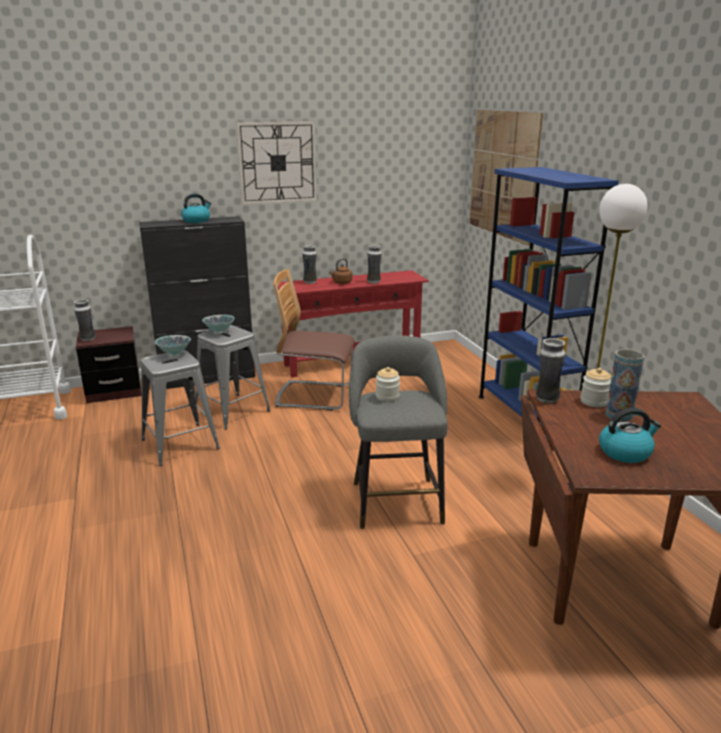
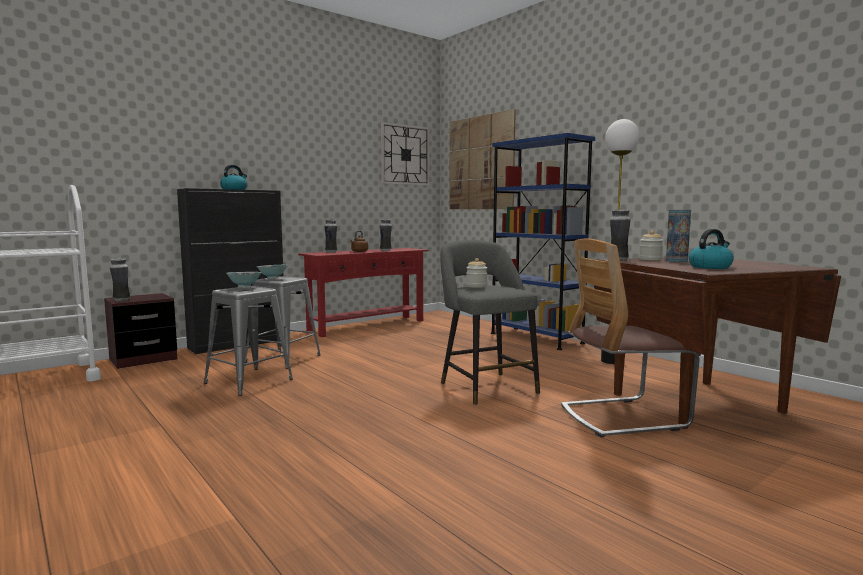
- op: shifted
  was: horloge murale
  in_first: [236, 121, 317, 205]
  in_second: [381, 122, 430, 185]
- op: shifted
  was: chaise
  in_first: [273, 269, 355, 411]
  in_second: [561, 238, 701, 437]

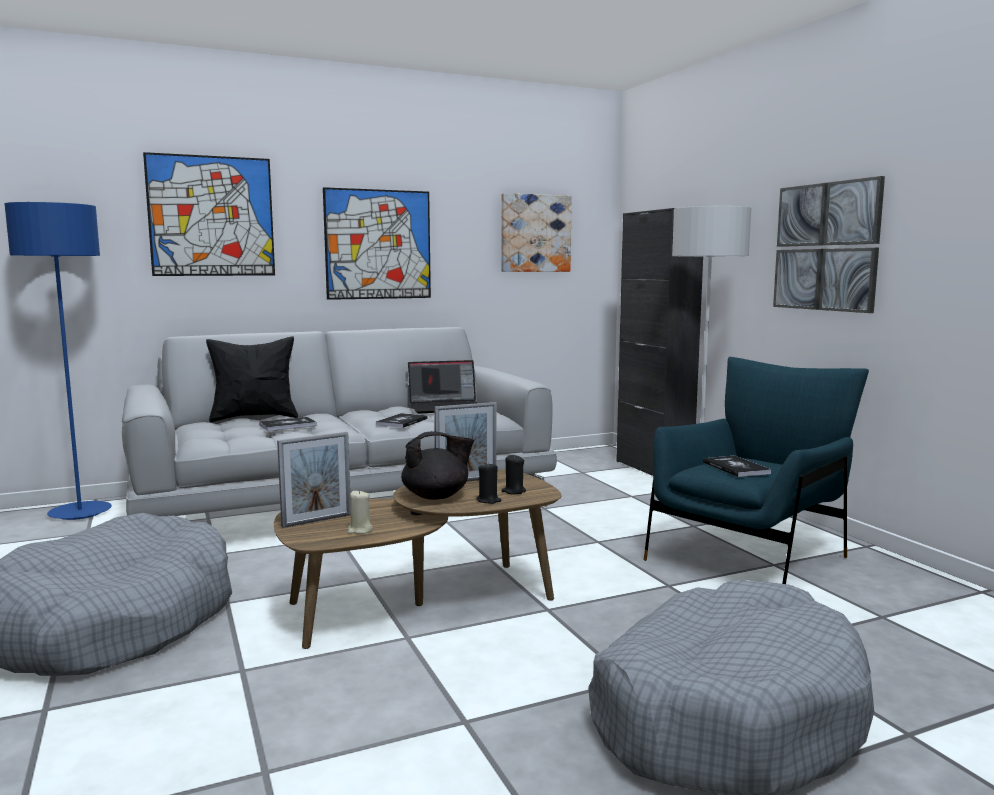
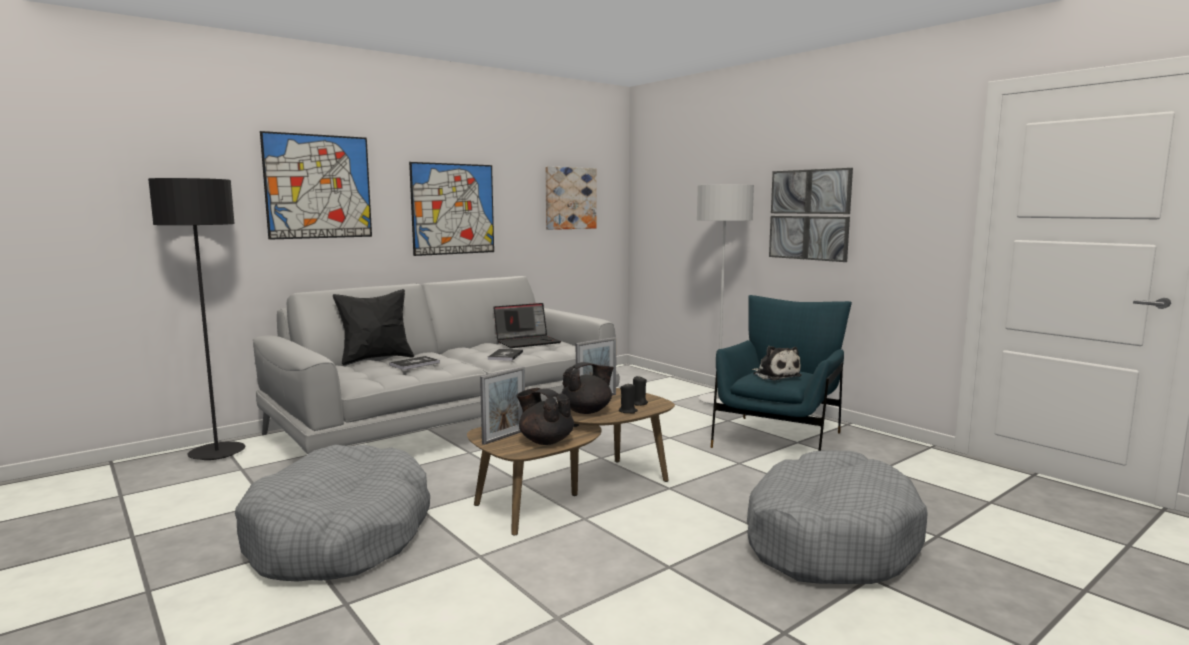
- op: gone
  was: meuble de rangement (noir)
  in_first: [616, 208, 703, 476]
- op: swapped
  was: bougie (beige)
  now: théière (noir)
  in_first: [348, 490, 373, 534]
  in_second: [517, 388, 574, 445]
- op: swapped
  was: livre
  now: peluche
  in_first: [703, 455, 771, 477]
  in_second: [752, 346, 802, 381]
- op: repainted
  was: lampadaire (bleu)
  now: lampadaire (noir)
  in_first: [4, 202, 112, 520]
  in_second: [148, 178, 245, 460]

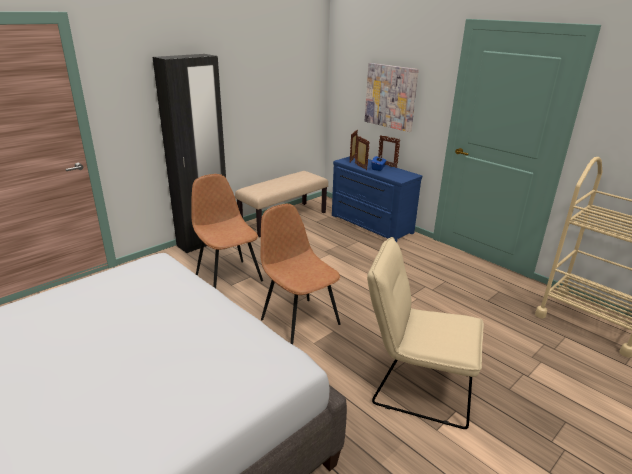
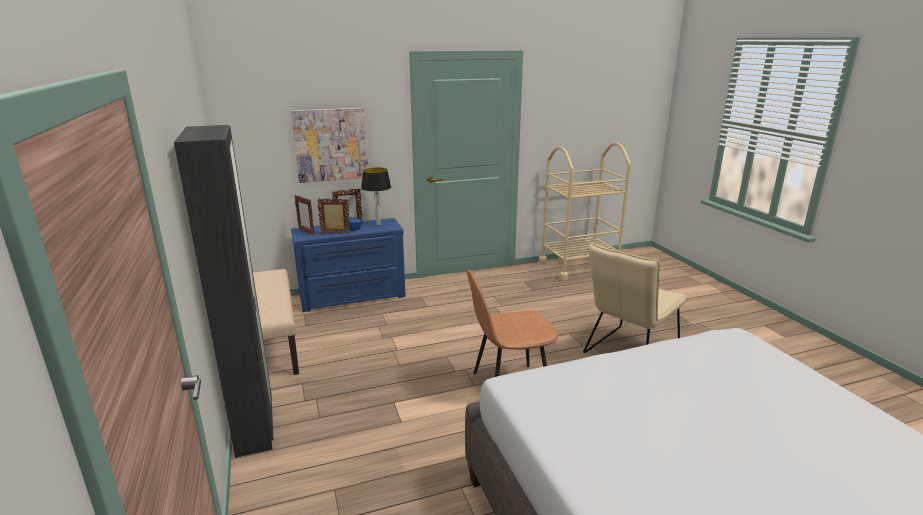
- op: gone
  was: chaise (marron)
  in_first: [191, 174, 263, 288]
- op: new
  now: lampe de table
  in_second: [361, 168, 391, 226]

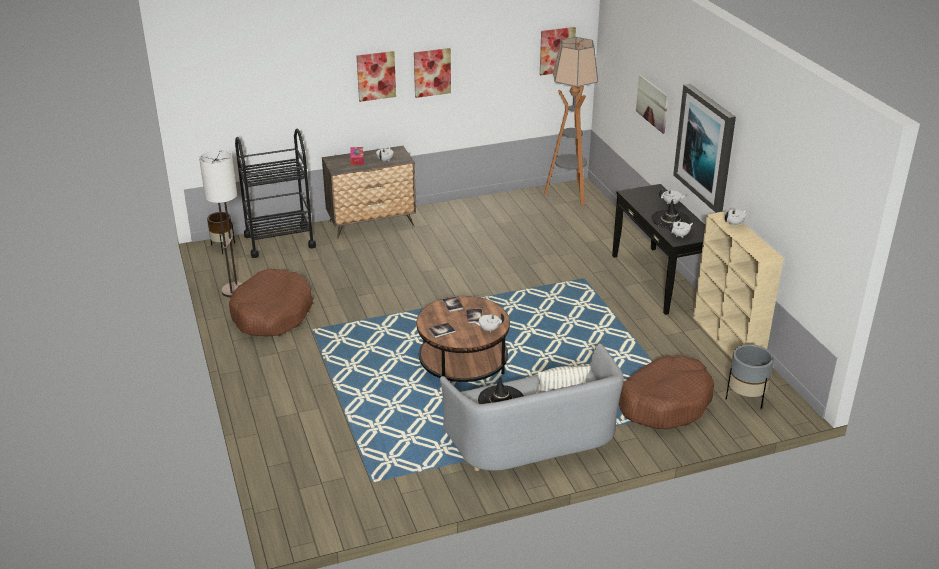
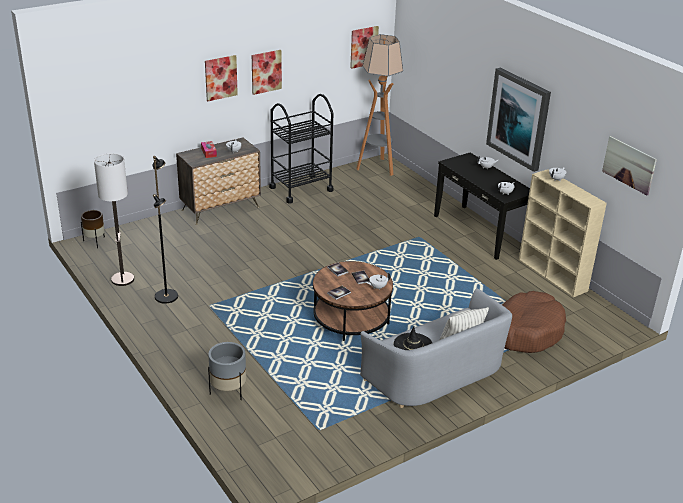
- op: gone
  was: chapeau (noir)
  in_first: [651, 200, 691, 229]
- op: shifted
  was: chariot (noir)
  in_first: [235, 129, 316, 258]
  in_second: [269, 94, 334, 204]
- op: shifted
  was: tableau
  in_first: [636, 75, 669, 134]
  in_second: [602, 136, 657, 195]
- op: shifted
  was: cache-pot (gris)
  in_first: [726, 344, 774, 409]
  in_second: [208, 342, 246, 400]
- op: swapped
  was: panier pour chien (marron)
  now: lampadaire (noir)
  in_first: [229, 269, 313, 337]
  in_second: [152, 156, 178, 304]

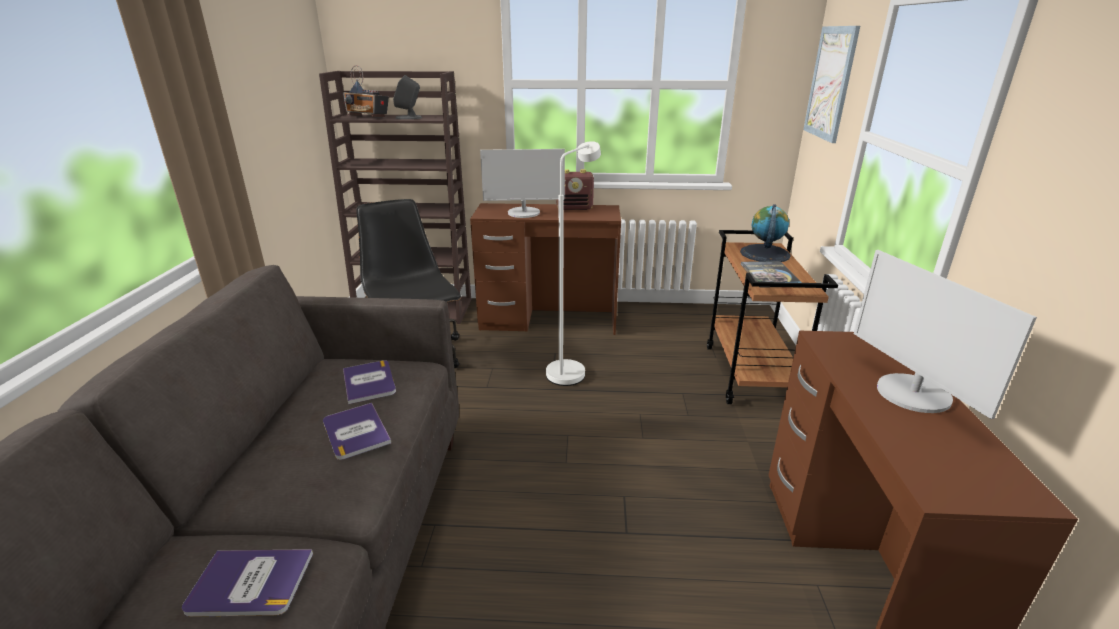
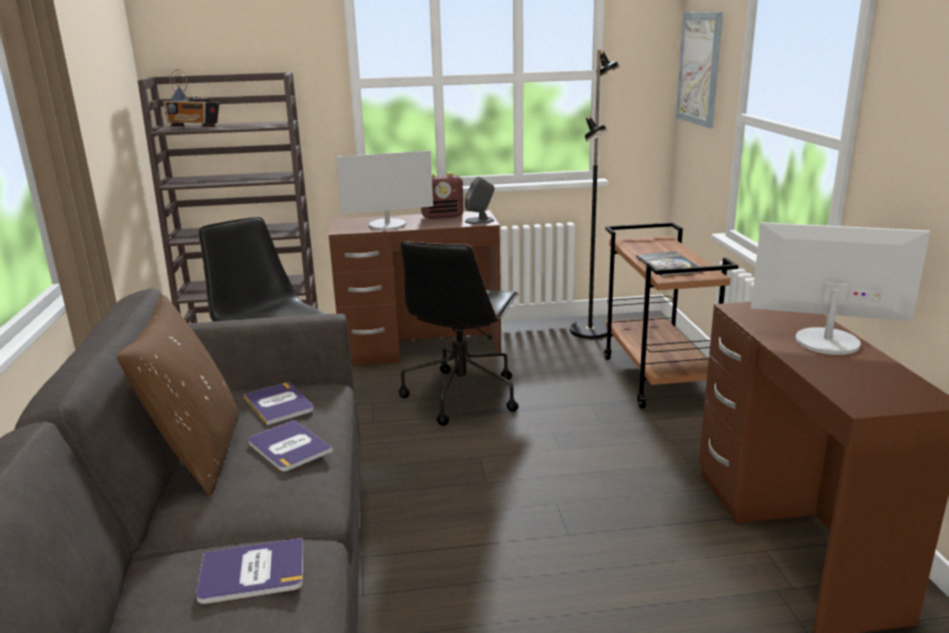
- op: gone
  was: globe
  in_first: [740, 204, 791, 262]
- op: new
  now: coussin (marron)
  in_second: [117, 295, 239, 496]
- op: new
  now: lampadaire (noir)
  in_second: [570, 50, 620, 339]
- op: shifted
  was: enceinte (gris)
  in_first: [393, 75, 422, 119]
  in_second: [465, 176, 495, 224]
- op: swapped
  was: lampadaire (blanc)
  now: chaise de bureau (noir)
  in_first: [546, 141, 601, 386]
  in_second: [399, 241, 519, 426]
- op: rotated
  was: écran d'ordinateur
  in_first: [854, 250, 1037, 419]
  in_second: [751, 222, 930, 355]
  clockwise: 135

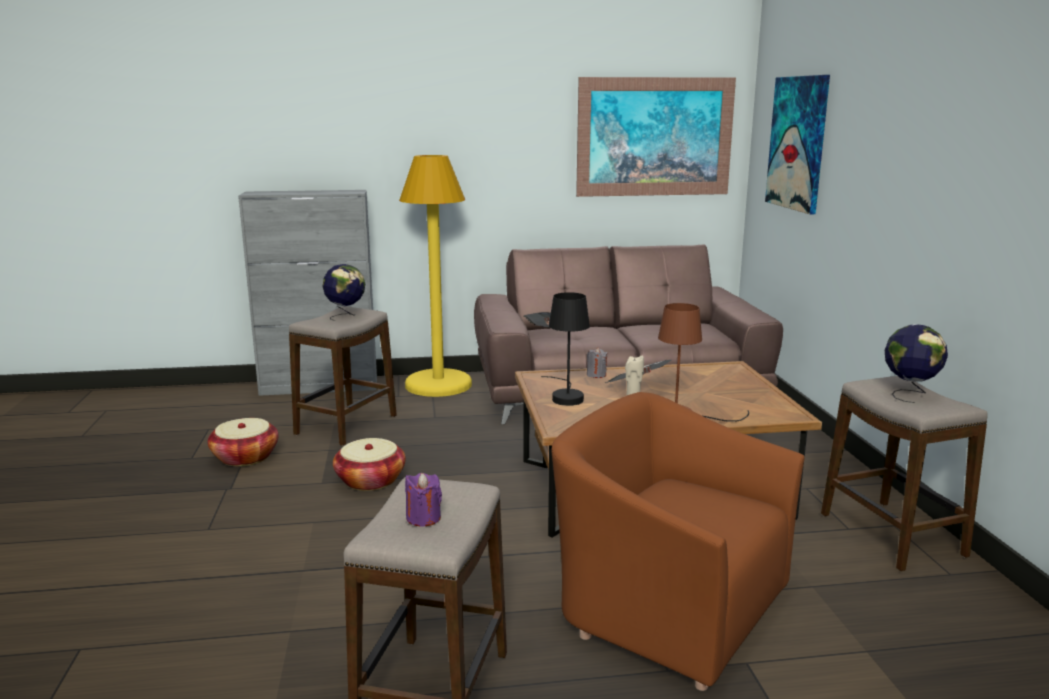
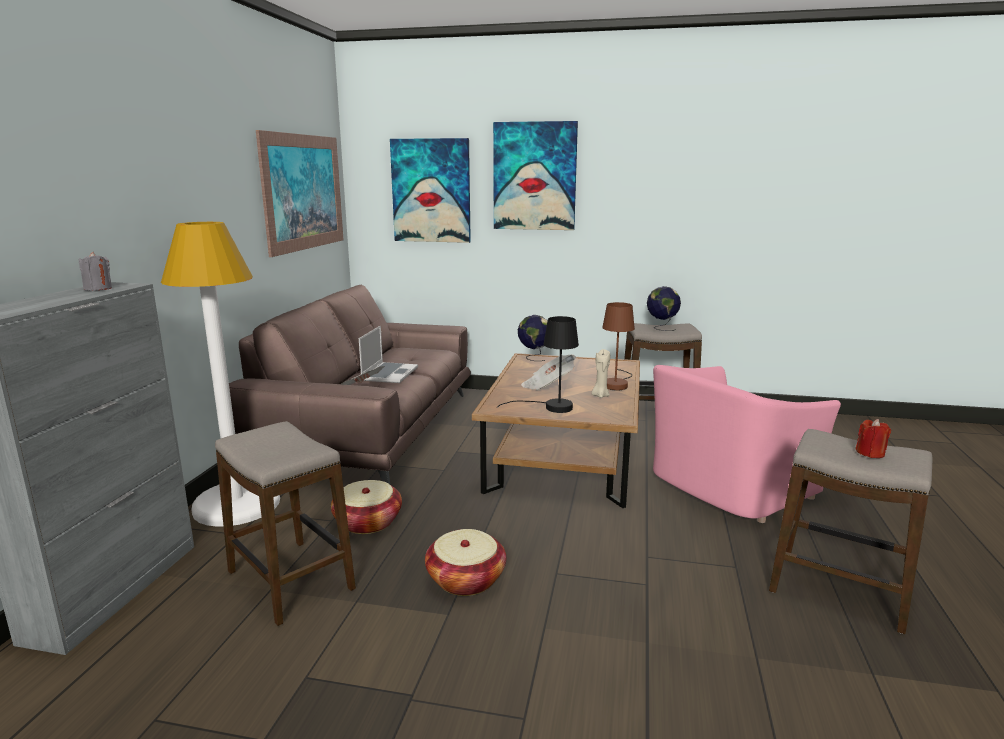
- op: new
  now: ordinateur portable
  in_second: [359, 326, 418, 383]
- op: new
  now: tableau
  in_second: [493, 121, 578, 230]
- op: shifted
  was: panier
  in_first: [208, 418, 279, 466]
  in_second: [331, 480, 402, 534]
- op: shifted
  was: globe
  in_first: [323, 264, 365, 321]
  in_second: [518, 315, 547, 361]
- op: shifted
  was: bougie (gris)
  in_first: [587, 348, 607, 378]
  in_second: [79, 252, 112, 291]
- op: repainted
  was: lampadaire (jaune)
  now: lampadaire (blanc)
  in_first: [399, 155, 472, 397]
  in_second: [161, 222, 280, 527]
- op: repainted
  was: bougie (violet)
  now: bougie (rouge)
  in_first: [405, 473, 442, 526]
  in_second: [855, 419, 891, 458]
- op: repainted
  was: fauteuil (marron)
  now: fauteuil (rose)
  in_first: [552, 392, 805, 691]
  in_second: [653, 365, 841, 523]

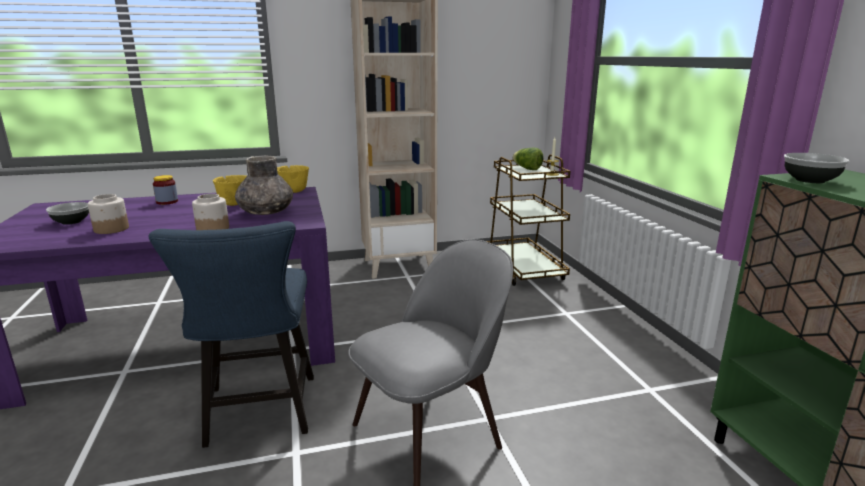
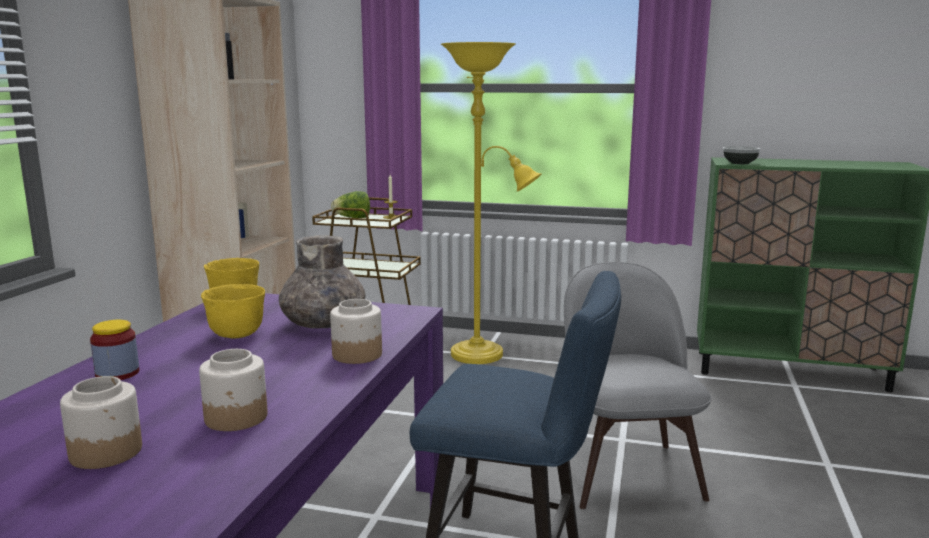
- op: new
  now: lampadaire (jaune)
  in_second: [441, 42, 541, 364]
- op: swapped
  was: bol
  now: bocal
  in_first: [46, 202, 89, 225]
  in_second: [60, 376, 142, 469]

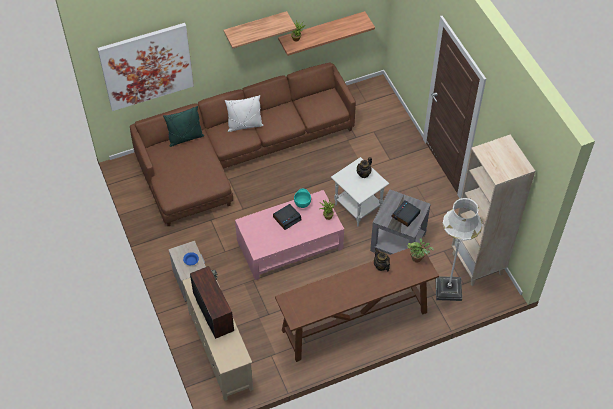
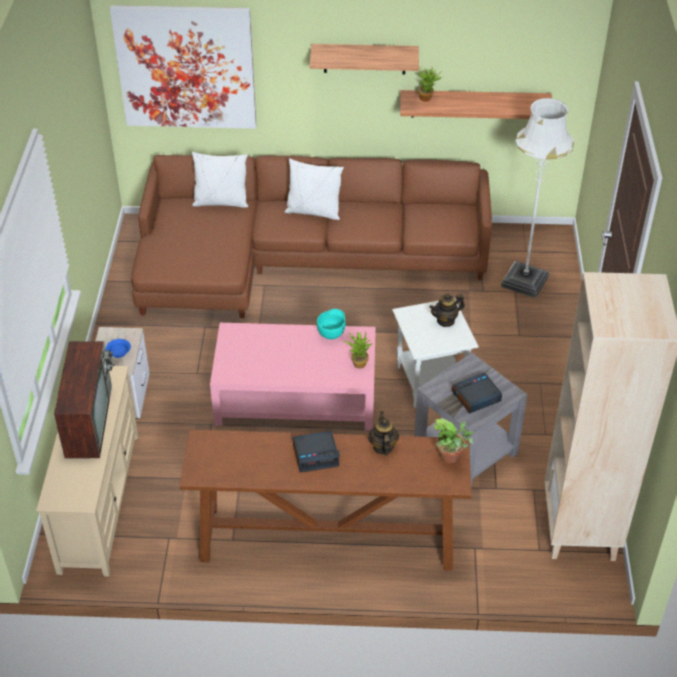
- op: shifted
  was: réveil
  in_first: [273, 204, 302, 230]
  in_second: [293, 431, 340, 472]
- op: shifted
  was: lampadaire (blanc)
  in_first: [436, 198, 483, 301]
  in_second: [501, 98, 574, 298]
- op: repainted
  was: coussin (vert)
  now: coussin (blanc)
  in_first: [163, 106, 204, 147]
  in_second: [192, 152, 248, 208]

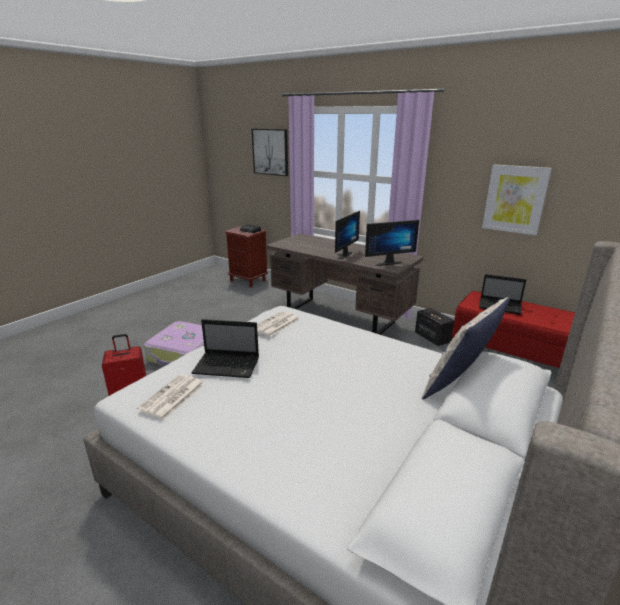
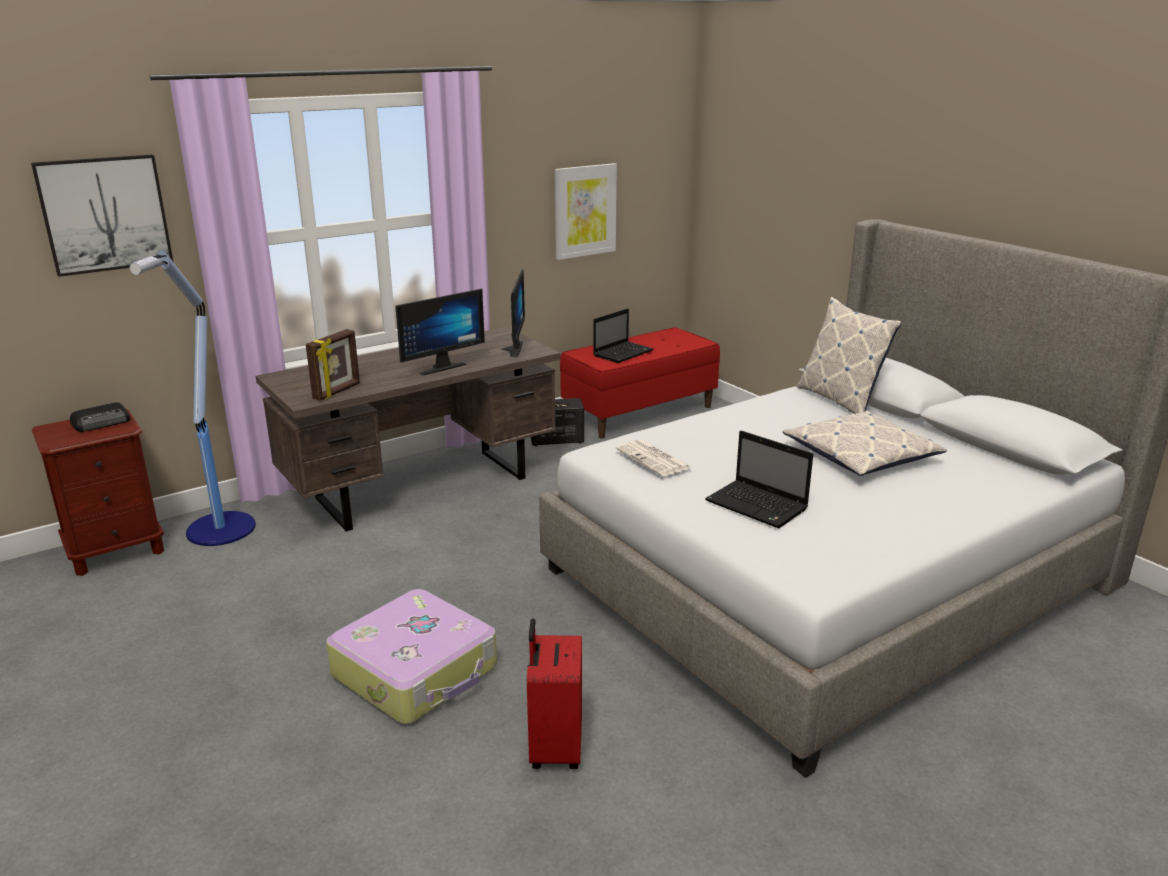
- op: gone
  was: journal
  in_first: [137, 374, 205, 420]
- op: new
  now: lampadaire
  in_second: [129, 250, 256, 546]
- op: new
  now: cadre photo
  in_second: [306, 329, 360, 400]
- op: new
  now: coussin
  in_second: [783, 410, 947, 476]
- op: rotated
  was: ordinateur portable
  in_first: [191, 319, 259, 378]
  in_second: [705, 431, 813, 528]
  clockwise: 105
- op: rotated
  was: écran d'ordinateur
  in_first: [335, 211, 360, 260]
  in_second: [395, 289, 485, 375]
  clockwise: 90

